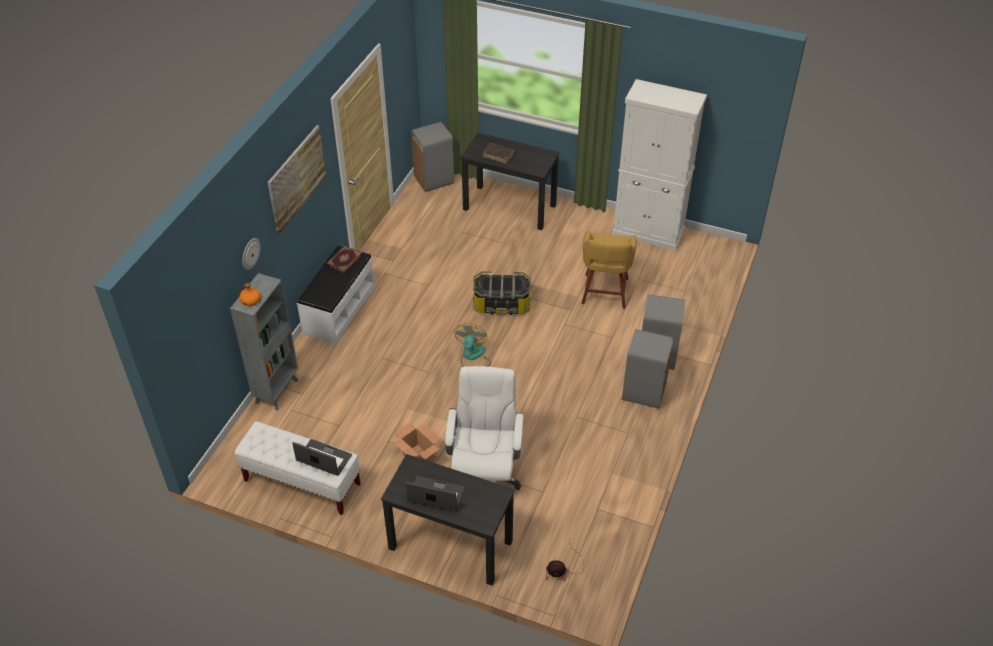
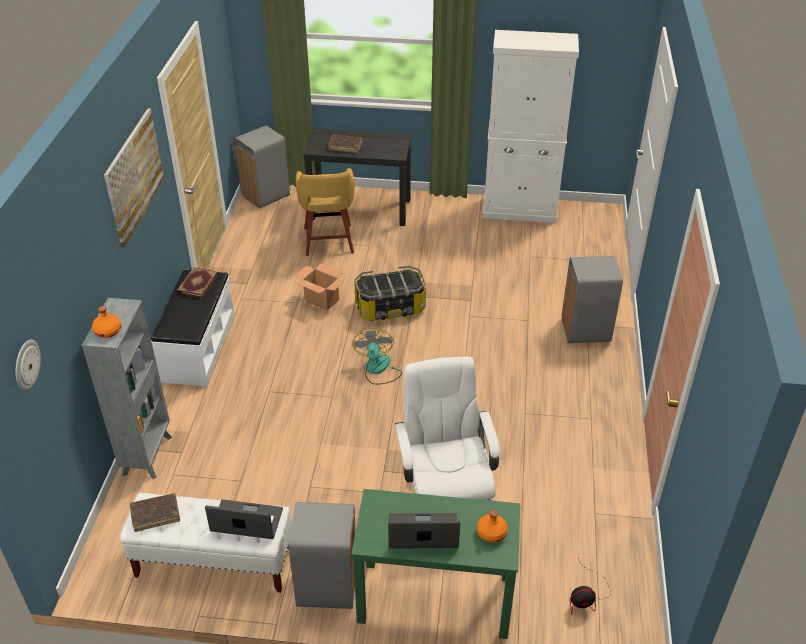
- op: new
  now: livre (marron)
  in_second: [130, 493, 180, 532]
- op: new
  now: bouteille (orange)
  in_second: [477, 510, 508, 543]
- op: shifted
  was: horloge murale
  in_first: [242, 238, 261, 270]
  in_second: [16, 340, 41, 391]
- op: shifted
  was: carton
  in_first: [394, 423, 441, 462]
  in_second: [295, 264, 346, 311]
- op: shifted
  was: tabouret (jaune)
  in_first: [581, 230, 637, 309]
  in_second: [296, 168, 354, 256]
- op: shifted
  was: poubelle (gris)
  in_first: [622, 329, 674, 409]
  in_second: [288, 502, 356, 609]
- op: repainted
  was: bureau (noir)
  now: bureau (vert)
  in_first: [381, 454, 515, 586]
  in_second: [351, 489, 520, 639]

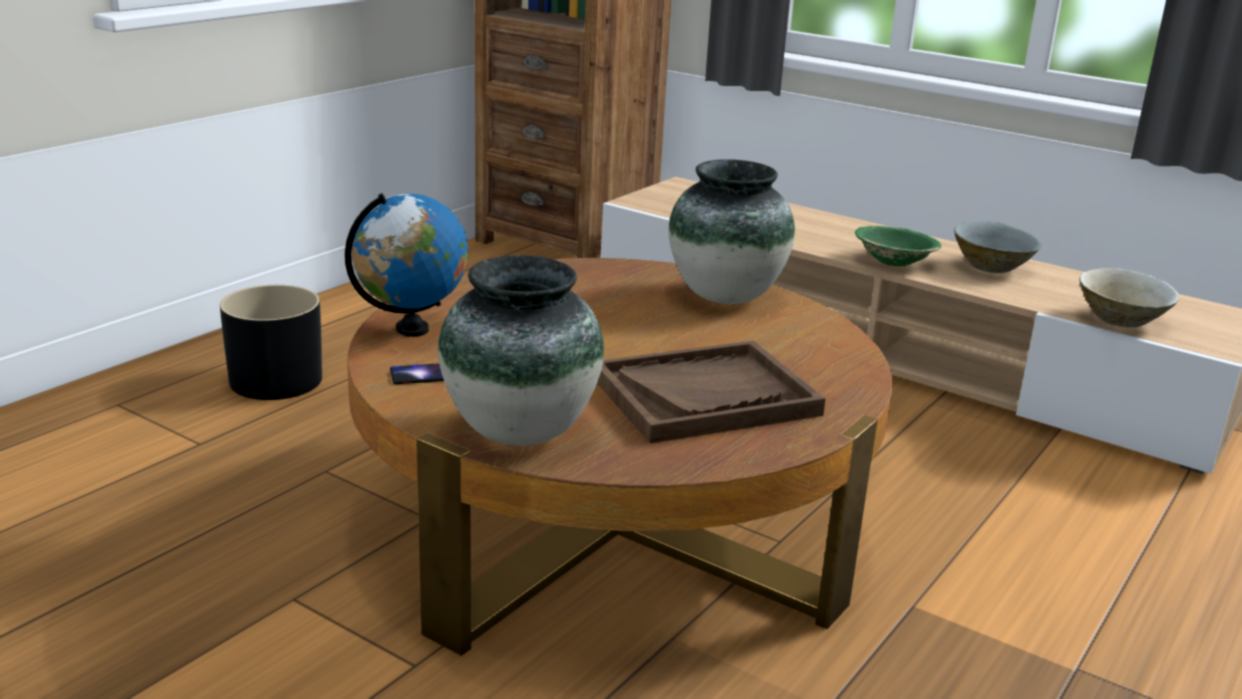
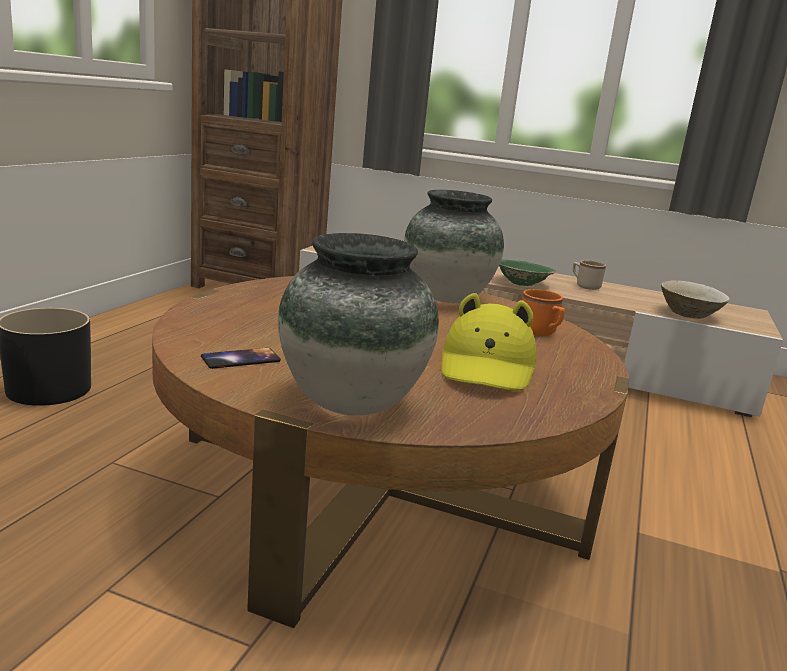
- op: gone
  was: globe
  in_first: [345, 193, 468, 337]
- op: new
  now: mug (orange)
  in_second: [522, 289, 565, 336]
- op: swapped
  was: plateau (marron)
  now: chapeau (jaune)
  in_first: [597, 341, 825, 443]
  in_second: [441, 293, 536, 391]
- op: swapped
  was: bol (gris)
  now: mug (beige)
  in_first: [954, 221, 1041, 273]
  in_second: [573, 260, 606, 290]

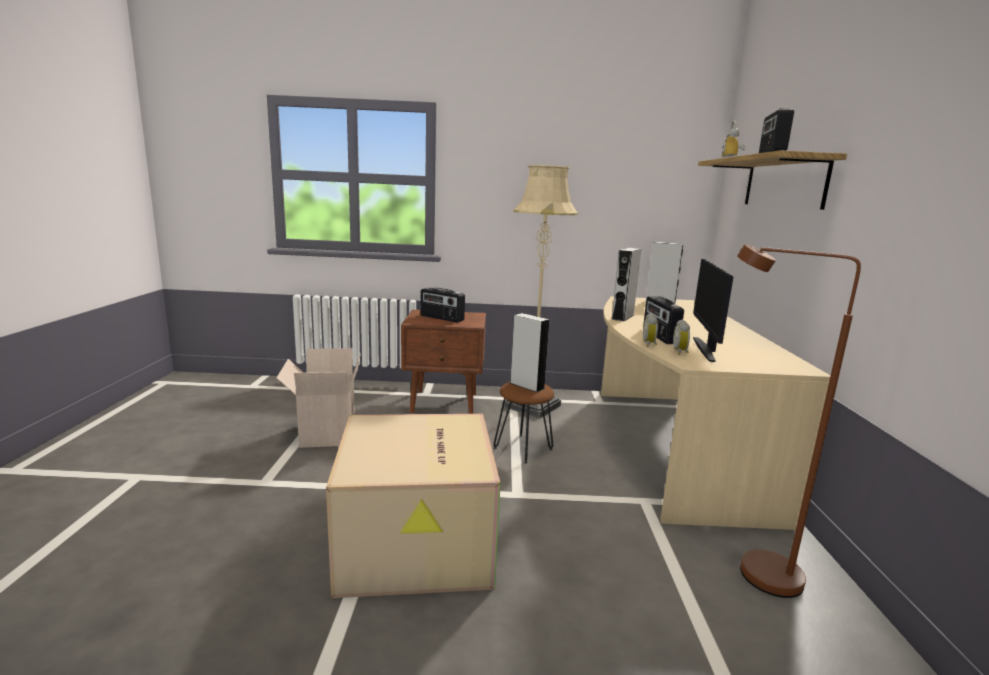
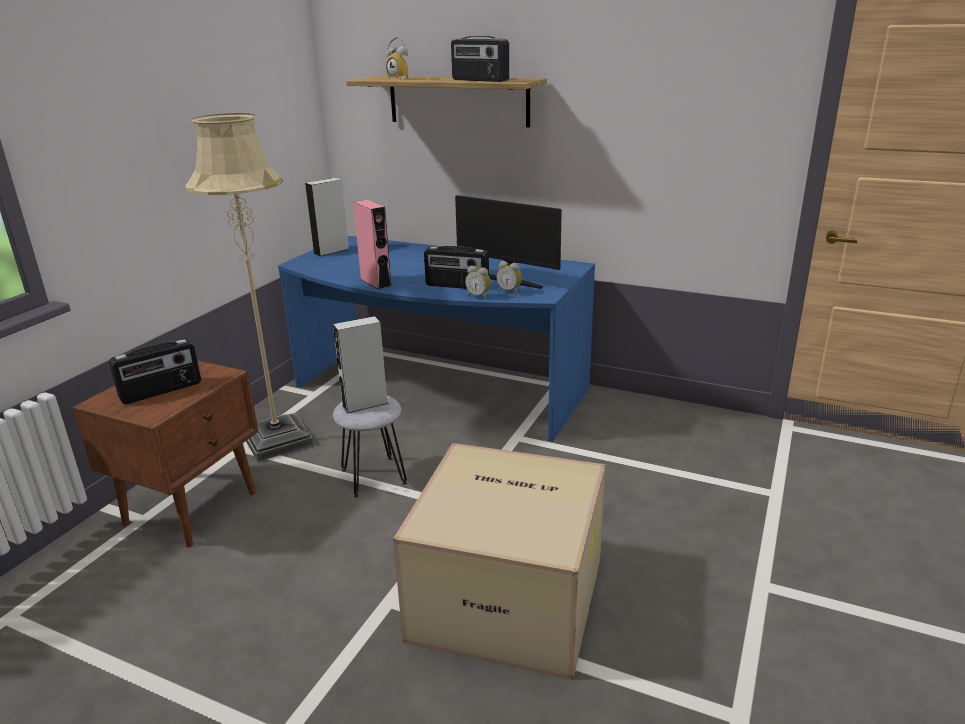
- op: gone
  was: carton
  in_first: [277, 348, 361, 448]
- op: gone
  was: lampadaire (marron)
  in_first: [737, 244, 861, 598]
- op: repainted
  was: tabouret (marron)
  now: tabouret (gris)
  in_first: [493, 382, 554, 464]
  in_second: [333, 396, 407, 498]
- op: repainted
  was: bureau (beige)
  now: bureau (bleu)
  in_first: [601, 296, 831, 530]
  in_second: [278, 236, 595, 442]
- op: repainted
  was: enceinte (gris)
  now: enceinte (rose)
  in_first: [611, 248, 641, 321]
  in_second: [353, 200, 392, 290]

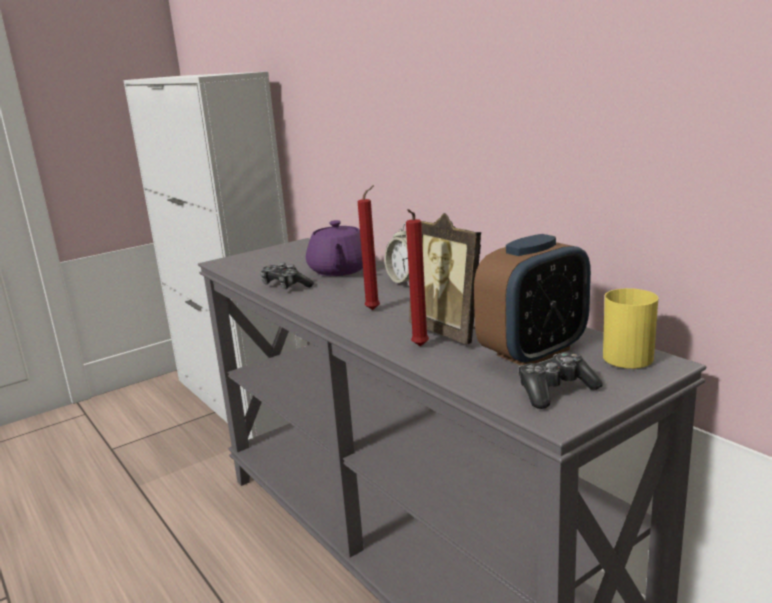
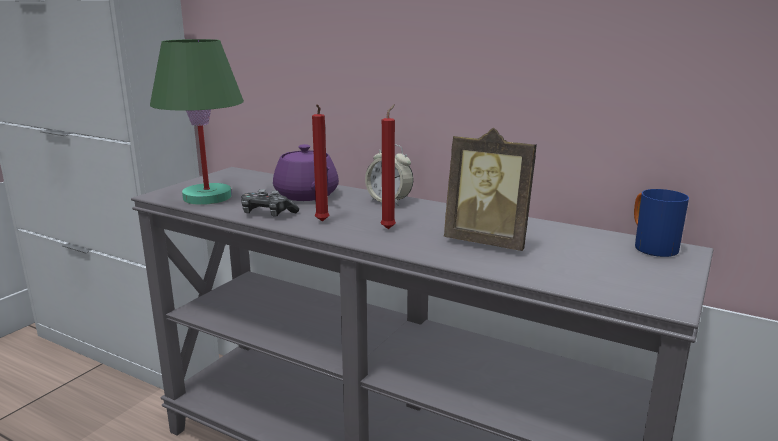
- op: gone
  was: réveil
  in_first: [474, 234, 591, 365]
- op: gone
  was: manette
  in_first: [518, 352, 603, 409]
- op: new
  now: lampe de table (vert)
  in_second: [150, 39, 244, 205]
- op: shifted
  was: bougie (rouge)
  in_first: [406, 209, 429, 346]
  in_second: [312, 104, 330, 222]
- op: repainted
  was: mug (jaune)
  now: mug (bleu)
  in_first: [603, 288, 658, 369]
  in_second: [634, 189, 689, 257]

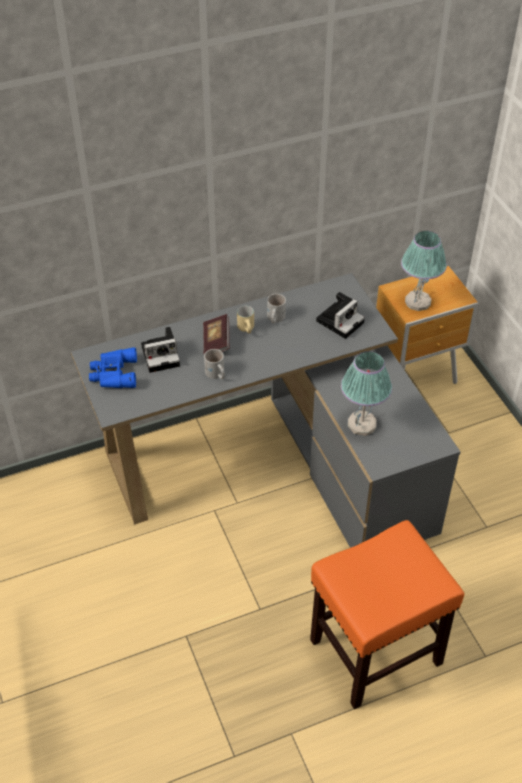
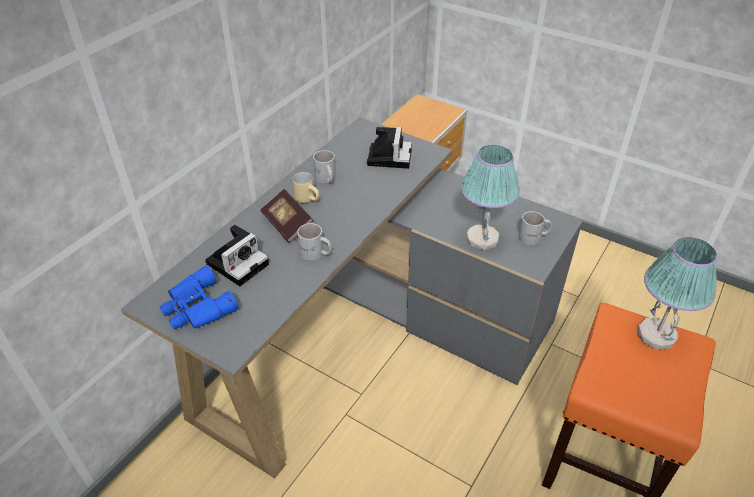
- op: new
  now: mug (blanc)
  in_second: [518, 211, 552, 245]
- op: shifted
  was: lampe de table
  in_first: [401, 231, 447, 311]
  in_second: [638, 237, 717, 350]

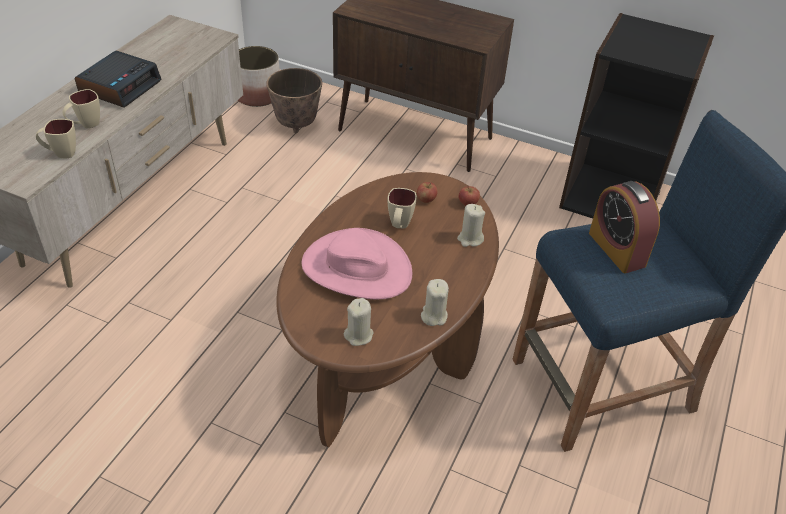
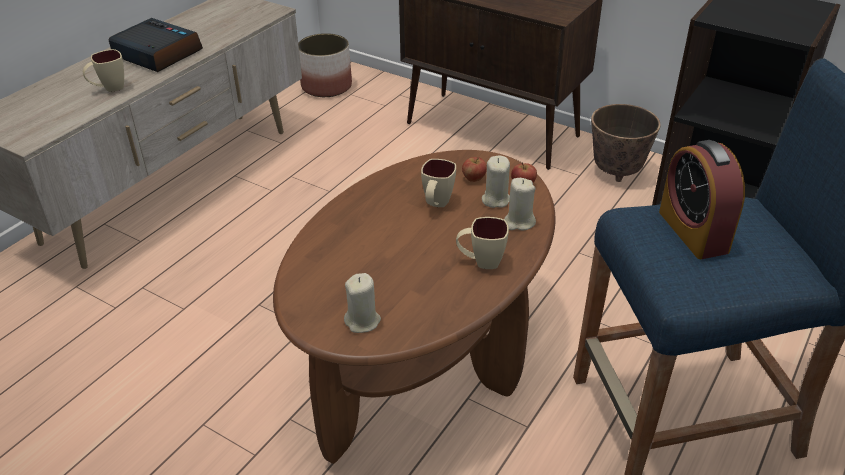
- op: gone
  was: chapeau (rose)
  in_first: [302, 228, 412, 299]
- op: shifted
  was: mug (beige)
  in_first: [36, 119, 76, 158]
  in_second: [456, 217, 509, 269]
- op: shifted
  was: cache-pot
  in_first: [266, 68, 322, 133]
  in_second: [591, 104, 661, 182]
- op: shifted
  was: bougie (beige)
  in_first: [421, 279, 449, 326]
  in_second: [482, 156, 510, 208]
- op: rotated
  was: réveil
  in_first: [75, 51, 162, 108]
  in_second: [109, 18, 203, 72]
  clockwise: -90

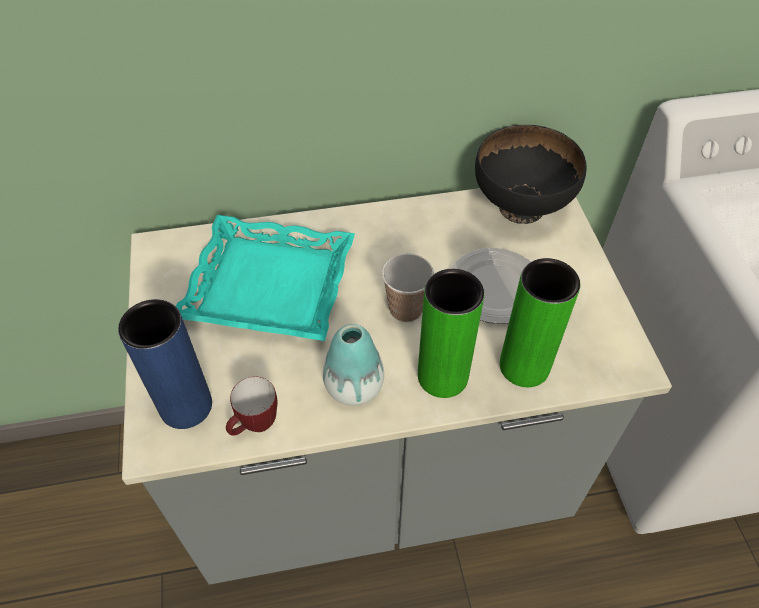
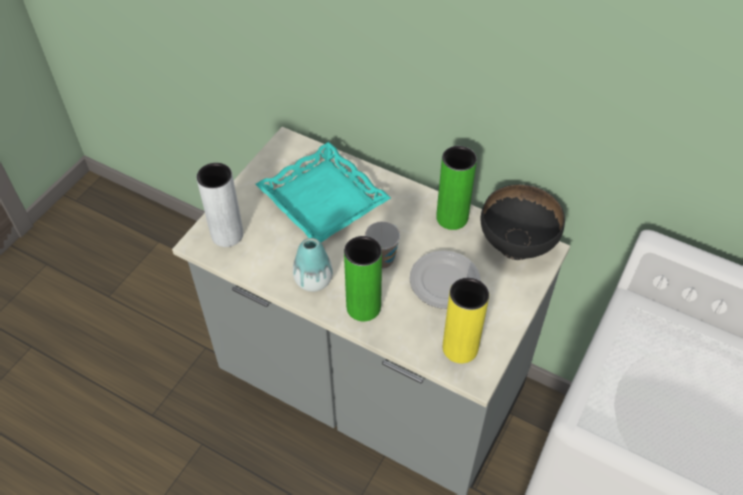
- op: gone
  was: mug
  in_first: [226, 377, 277, 436]
- op: new
  now: vase (jaune)
  in_second: [443, 278, 489, 363]
- op: shifted
  was: vase (vert)
  in_first: [500, 258, 580, 387]
  in_second: [436, 146, 477, 230]
- op: repainted
  was: vase (bleu)
  now: vase (gris)
  in_first: [118, 299, 212, 429]
  in_second: [197, 163, 244, 247]

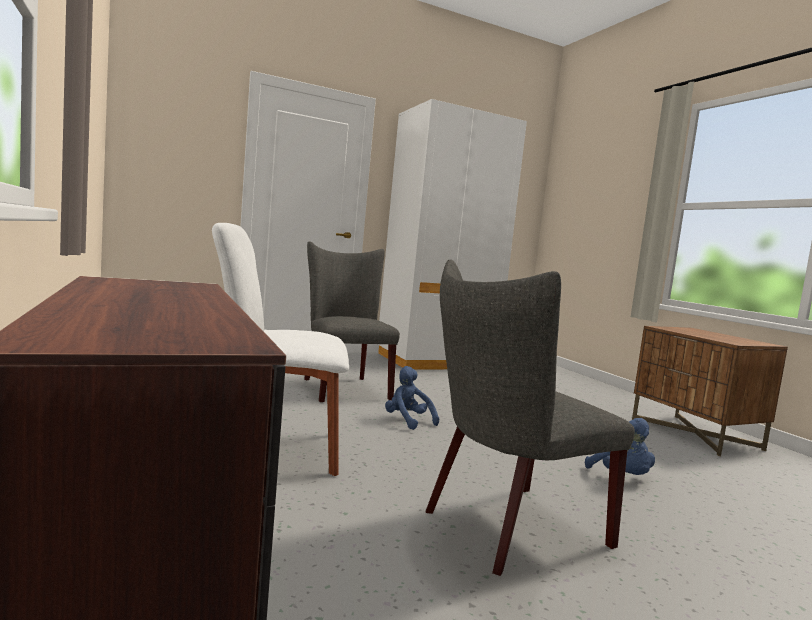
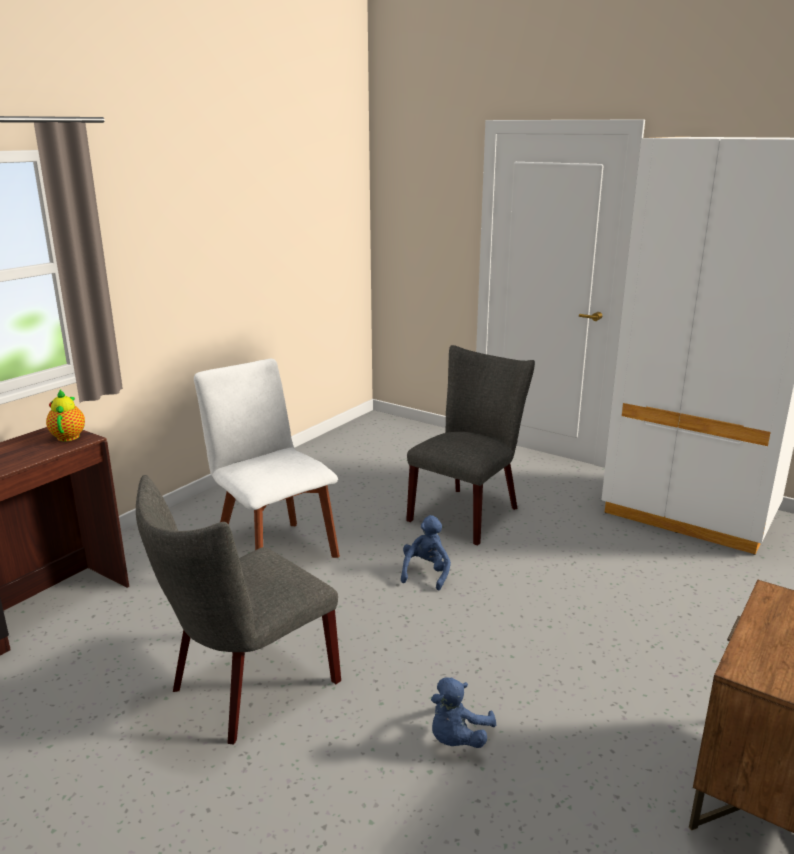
- op: new
  now: théière
  in_second: [46, 389, 85, 441]
- op: rotated
  was: chaise (gris)
  in_first: [426, 259, 635, 576]
  in_second: [136, 475, 341, 745]
  clockwise: -75

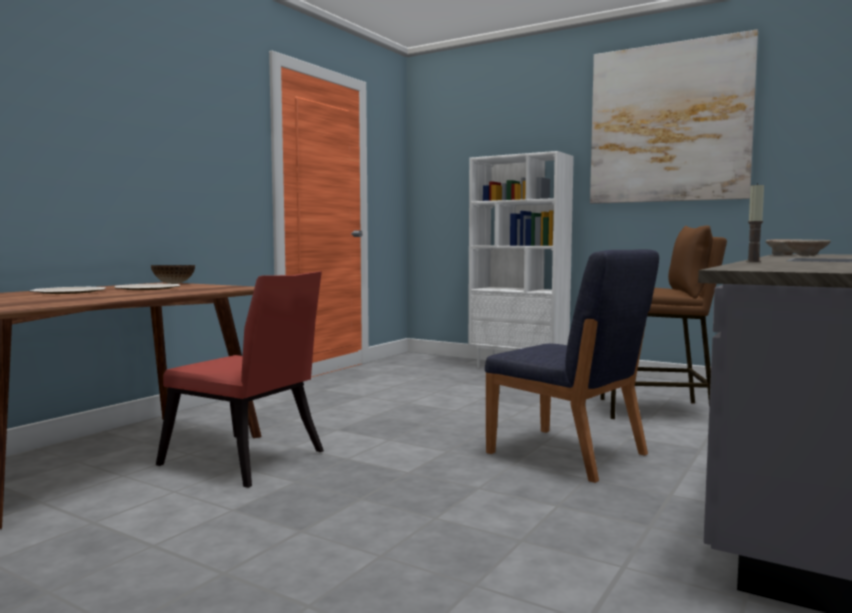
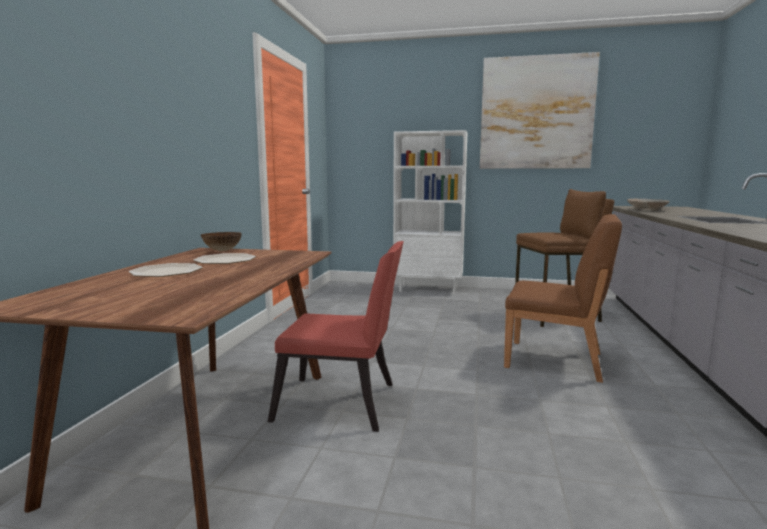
- op: gone
  was: bougie
  in_first: [746, 183, 764, 262]
- op: repainted
  was: chaise (bleu)
  now: chaise (marron)
  in_first: [485, 249, 659, 483]
  in_second: [504, 214, 622, 383]

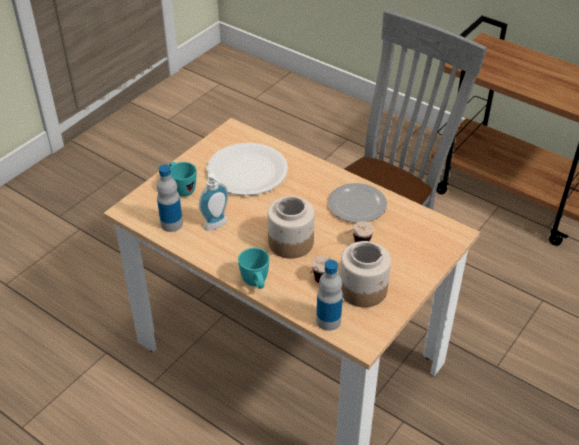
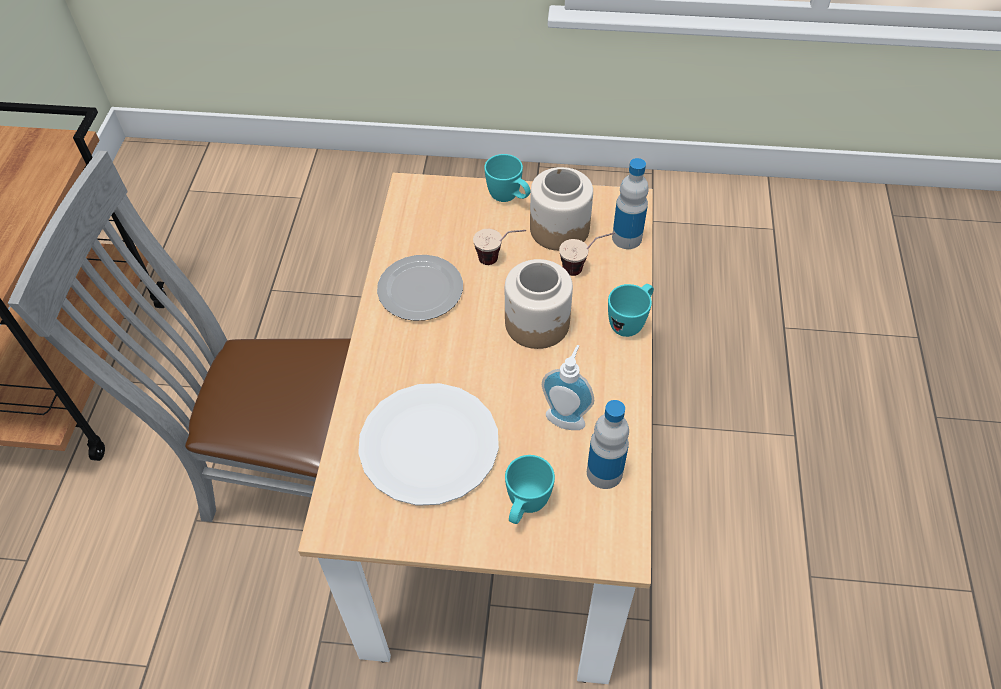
- op: new
  now: mug (turquoise)
  in_second: [484, 154, 530, 202]

